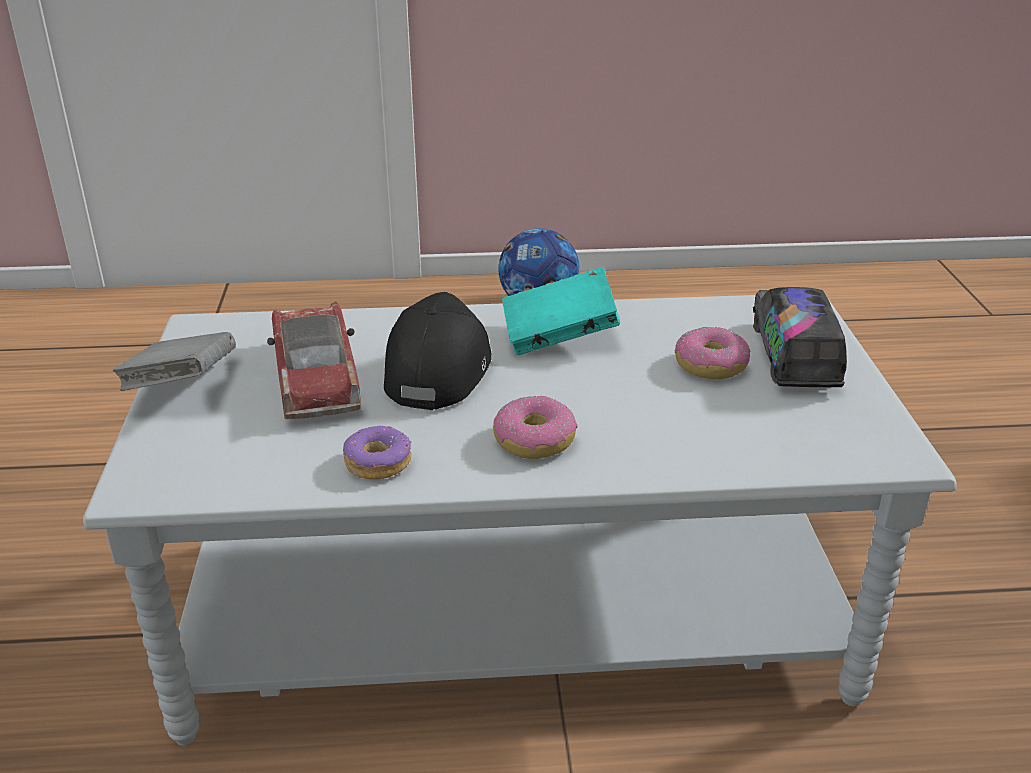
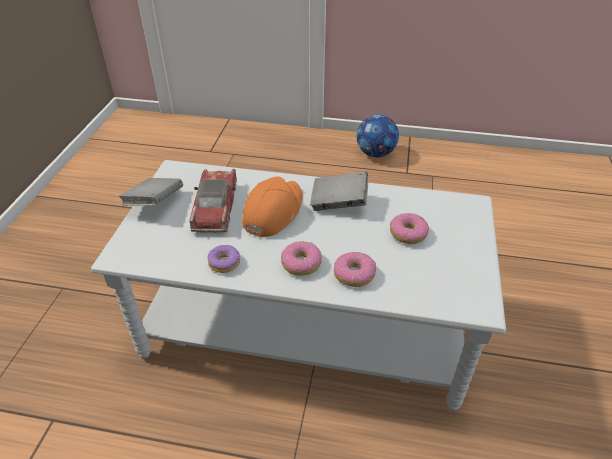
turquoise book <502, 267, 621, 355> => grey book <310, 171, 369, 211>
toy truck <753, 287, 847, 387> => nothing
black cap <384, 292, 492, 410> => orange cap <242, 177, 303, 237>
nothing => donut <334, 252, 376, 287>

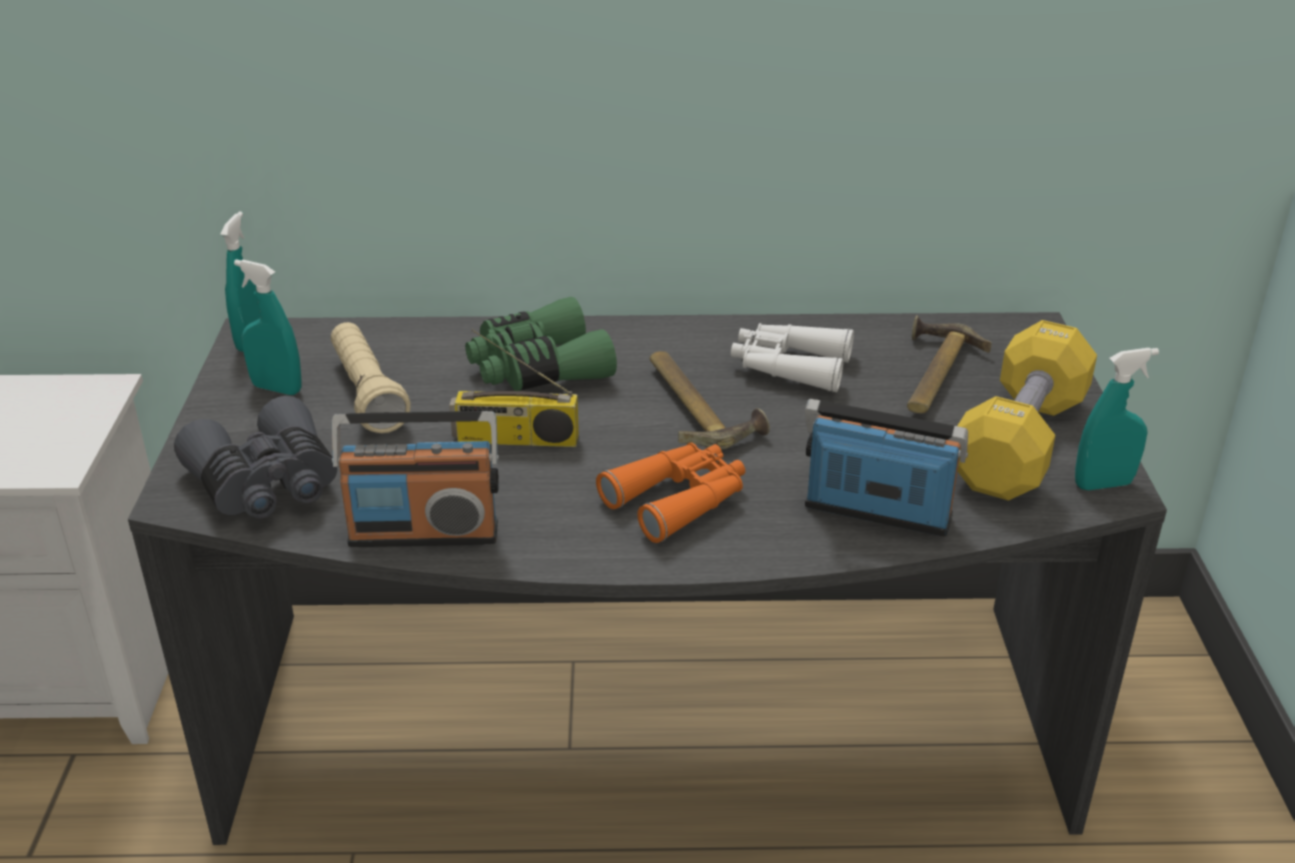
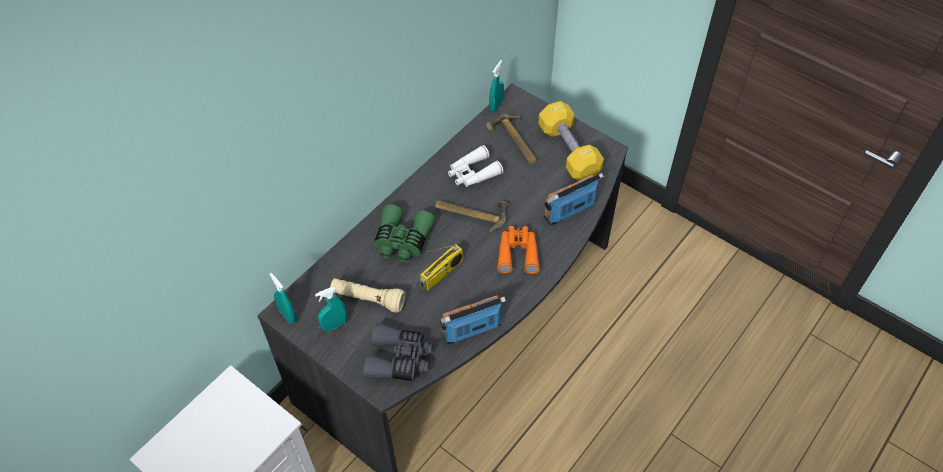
turquoise spray bottle <1075, 348, 1159, 490> => turquoise spray bottle <489, 60, 504, 112>, moved
radio <332, 411, 499, 547> => radio <440, 295, 506, 344>, 150 degrees counterclockwise

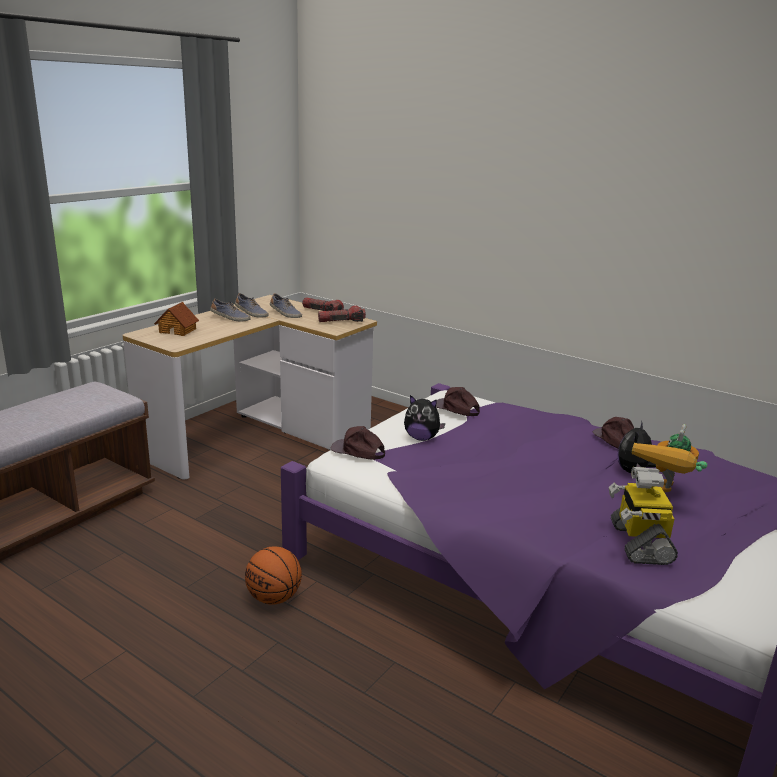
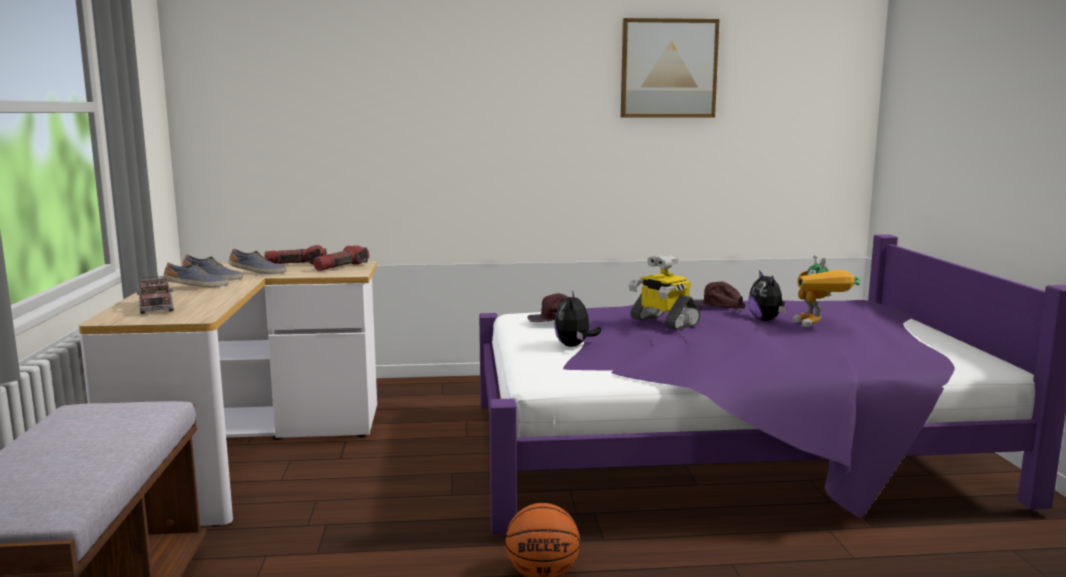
toy house <154, 302, 199, 336> => toy truck <137, 276, 174, 314>
plush toy <404, 395, 445, 441> => plush toy <554, 290, 601, 347>, 120 degrees clockwise
brown cap <330, 426, 385, 460> => nothing
toy robot <609, 467, 678, 565> => toy robot <629, 255, 700, 330>, moved
nothing => picture <621, 18, 720, 118>

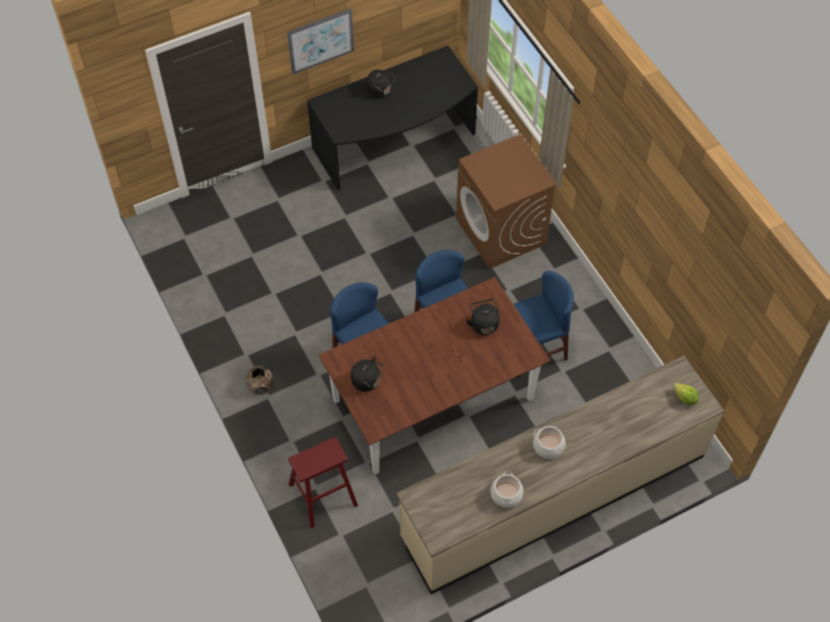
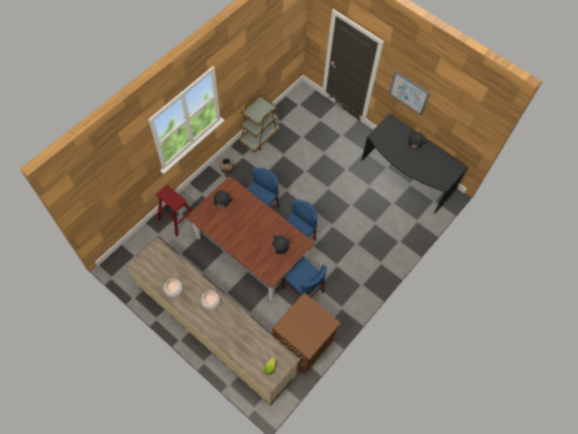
brown washing machine <456, 134, 557, 269> => brown washing machine <272, 293, 341, 375>, moved
nothing => brown cart <238, 94, 281, 152>

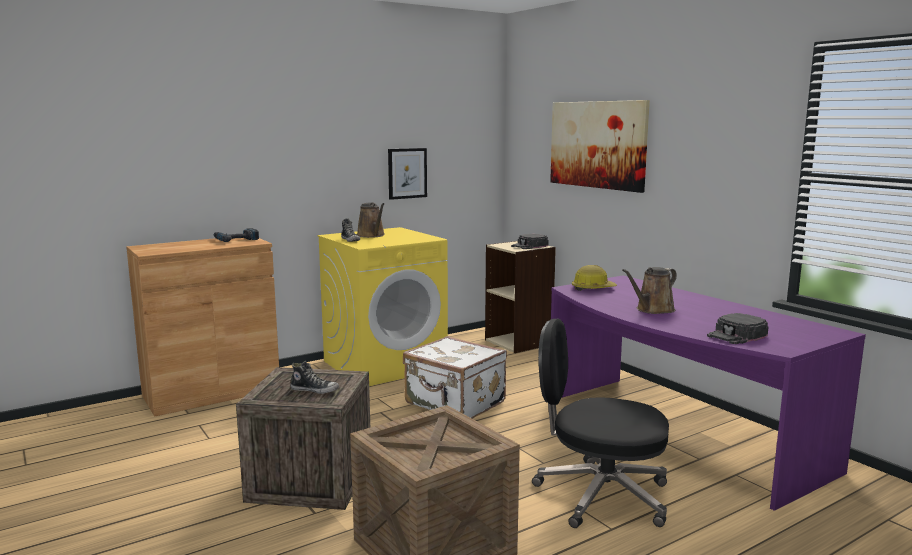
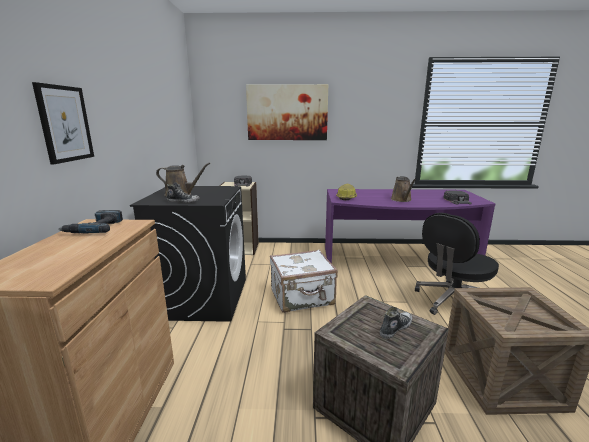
picture <388, 148, 427, 200> => picture <32, 82, 94, 164>, moved
yellow washing machine <317, 227, 448, 386> => black washing machine <130, 186, 246, 322>

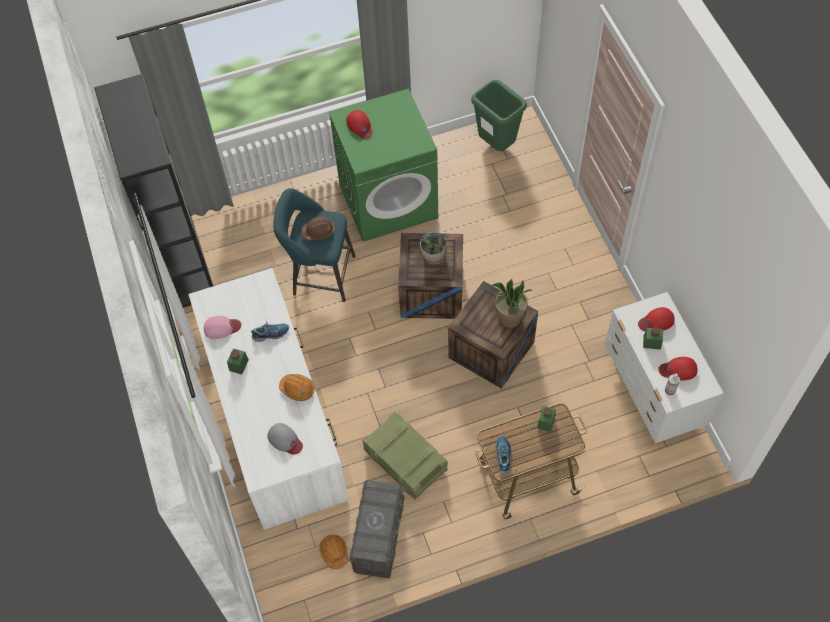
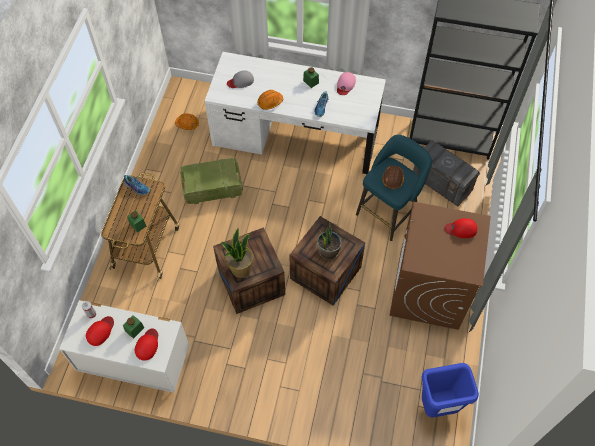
green trash can <471, 80, 527, 151> => blue trash can <422, 363, 479, 417>
green washing machine <329, 88, 438, 242> => brown washing machine <390, 202, 491, 330>
grey storage box <349, 480, 404, 578> => grey storage box <413, 140, 480, 207>, moved

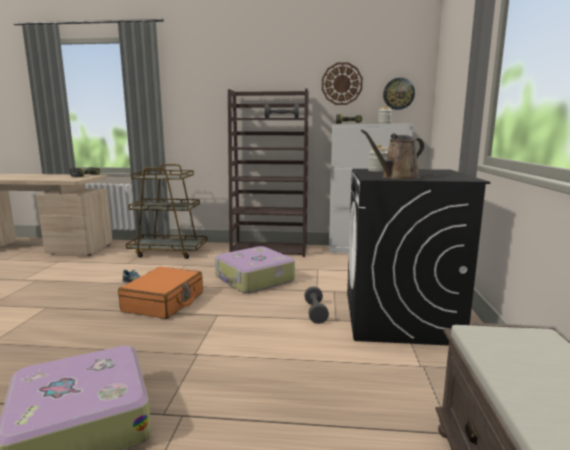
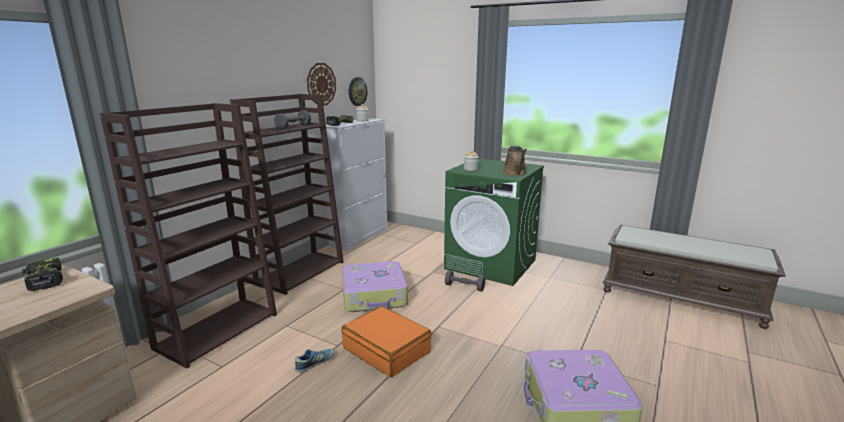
brown cart <126, 164, 208, 259> => brown bookcase <100, 103, 277, 368>
black washing machine <347, 169, 490, 346> => green washing machine <444, 158, 544, 286>

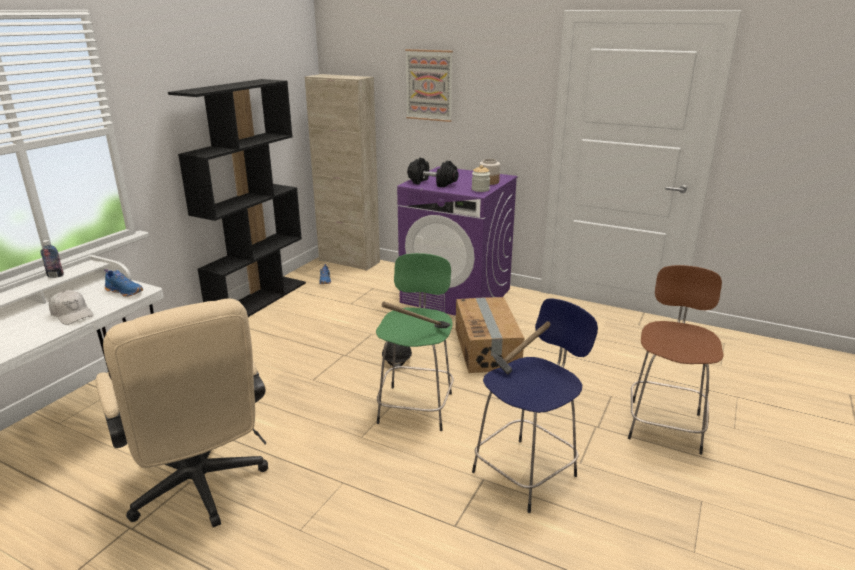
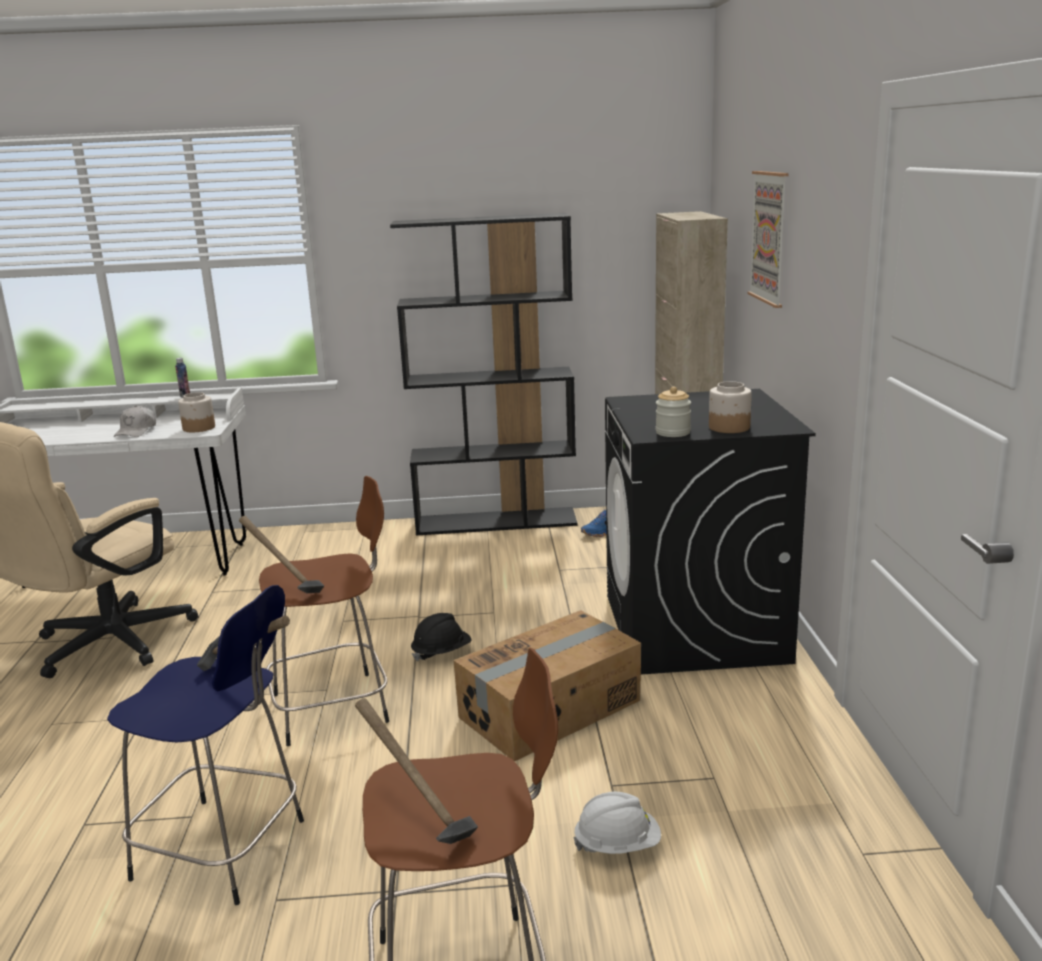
black dumbbell <407, 158, 459, 187> => nothing
purple washing machine <397, 167, 518, 316> => black washing machine <605, 389, 816, 675>
green stool <376, 253, 454, 431> => brown stool <259, 476, 389, 746>
blue shoe <104, 269, 143, 297> => jar <178, 392, 215, 432>
nothing => hammer <355, 698, 478, 844>
nothing => white hard hat <574, 792, 661, 854>

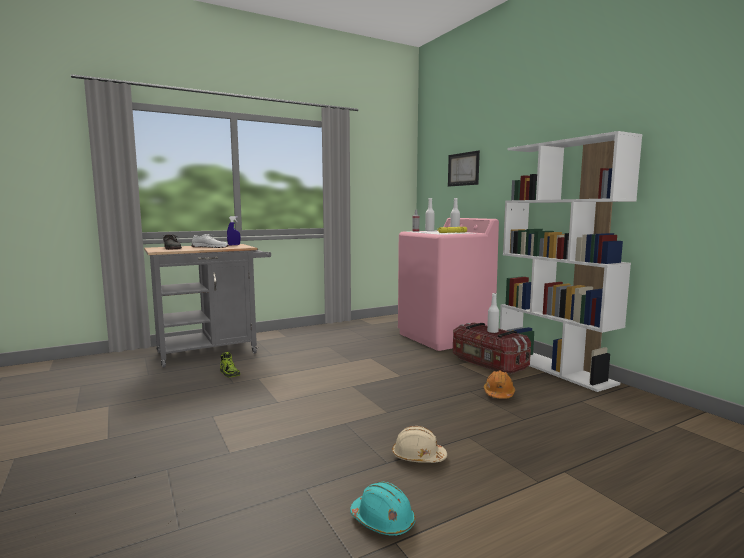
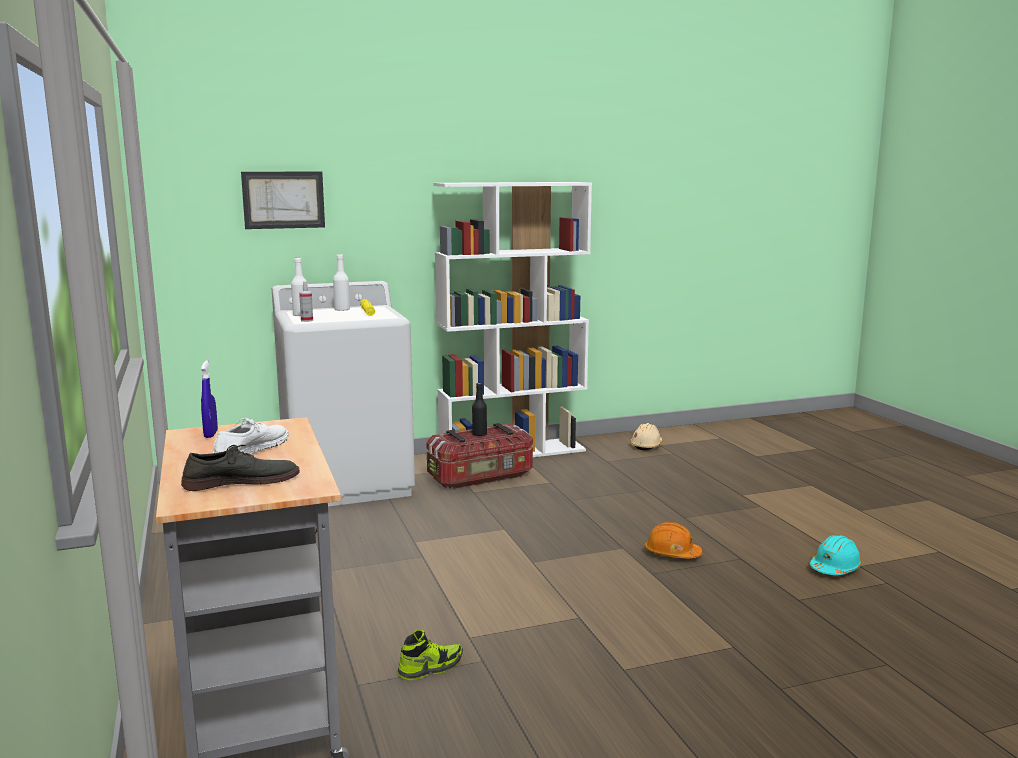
pink washing machine <398, 218, 499, 351> => white washing machine <272, 281, 415, 506>
white bottle <487, 293, 499, 333> => black bottle <472, 383, 487, 436>
orange hard hat <484, 370, 515, 399> => orange hard hat <645, 522, 703, 558>, moved
beige hard hat <392, 426, 447, 463> => beige hard hat <630, 423, 662, 451>, moved

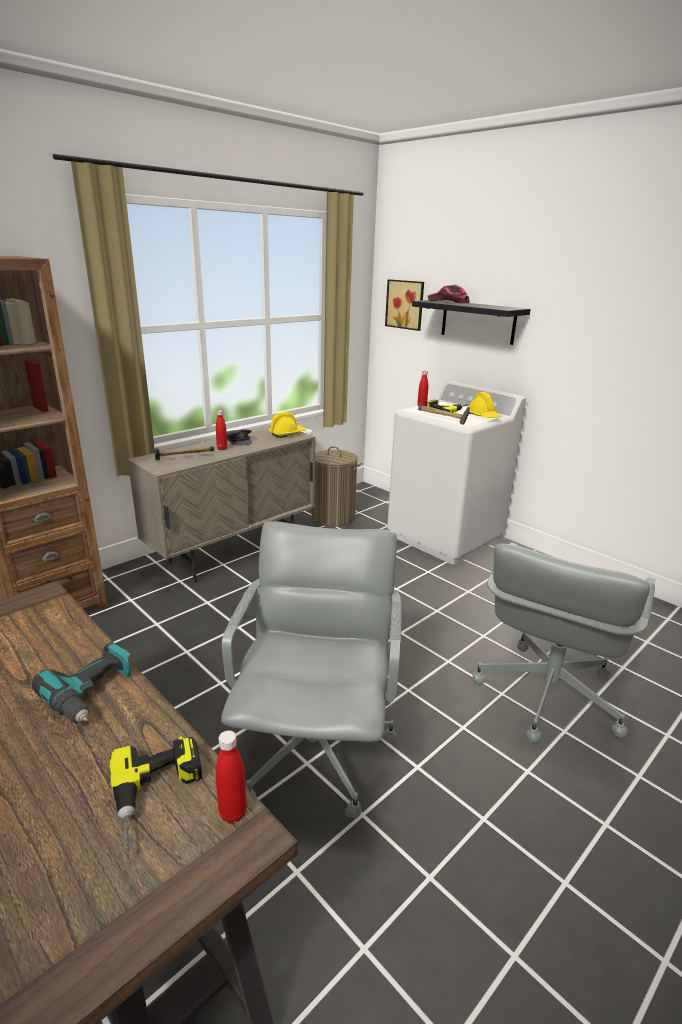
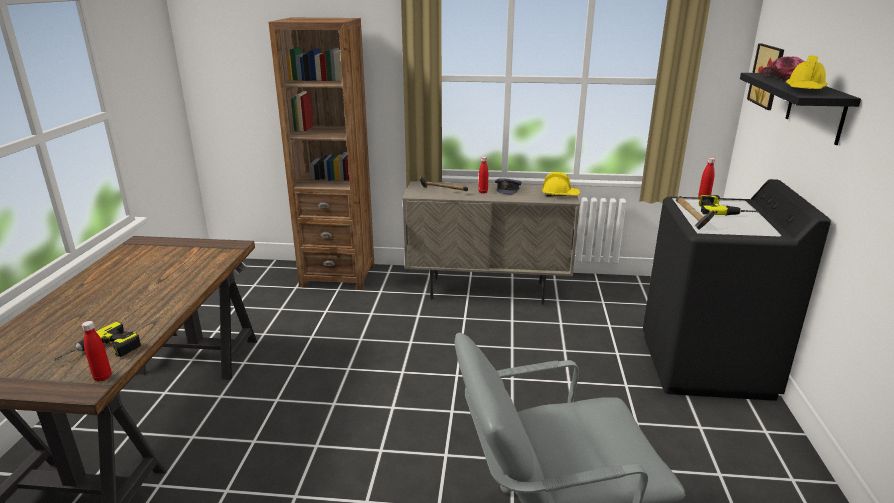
white washing machine <387, 381, 526, 564> => black washing machine <643, 179, 831, 401>
yellow hard hat <469, 392, 502, 418> => yellow hard hat <786, 56, 828, 89>, moved
laundry basket <312, 446, 362, 527> => nothing
grey office chair <221, 521, 402, 818> => nothing
power drill <32, 642, 133, 723> => nothing

